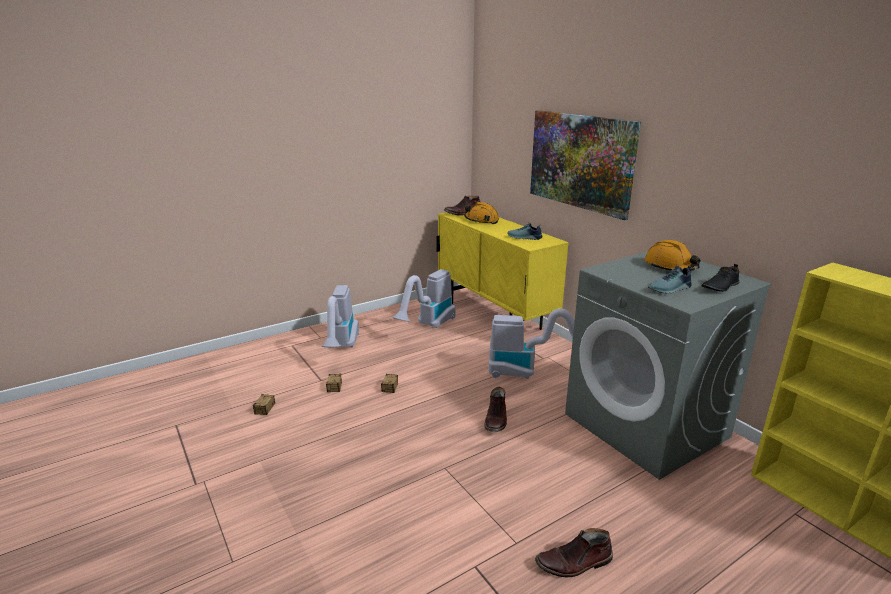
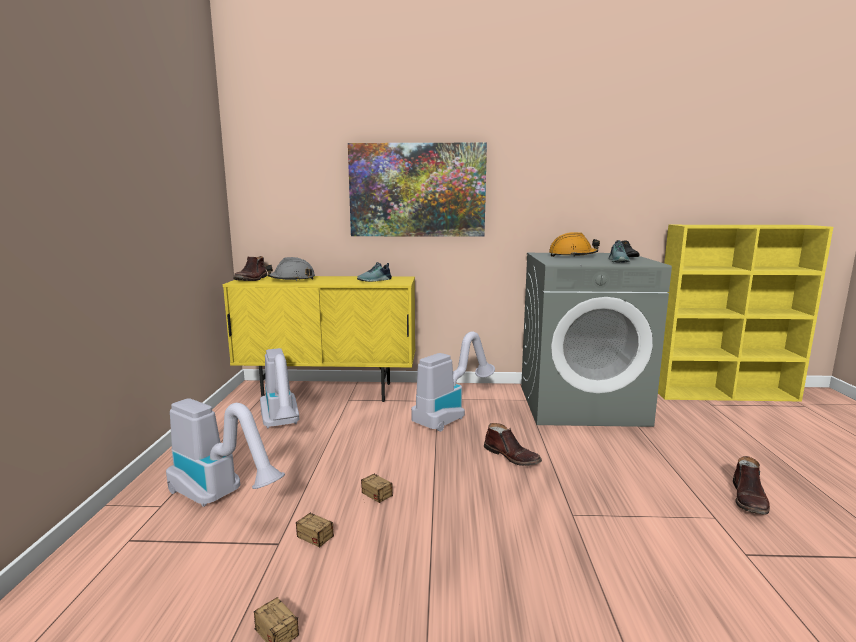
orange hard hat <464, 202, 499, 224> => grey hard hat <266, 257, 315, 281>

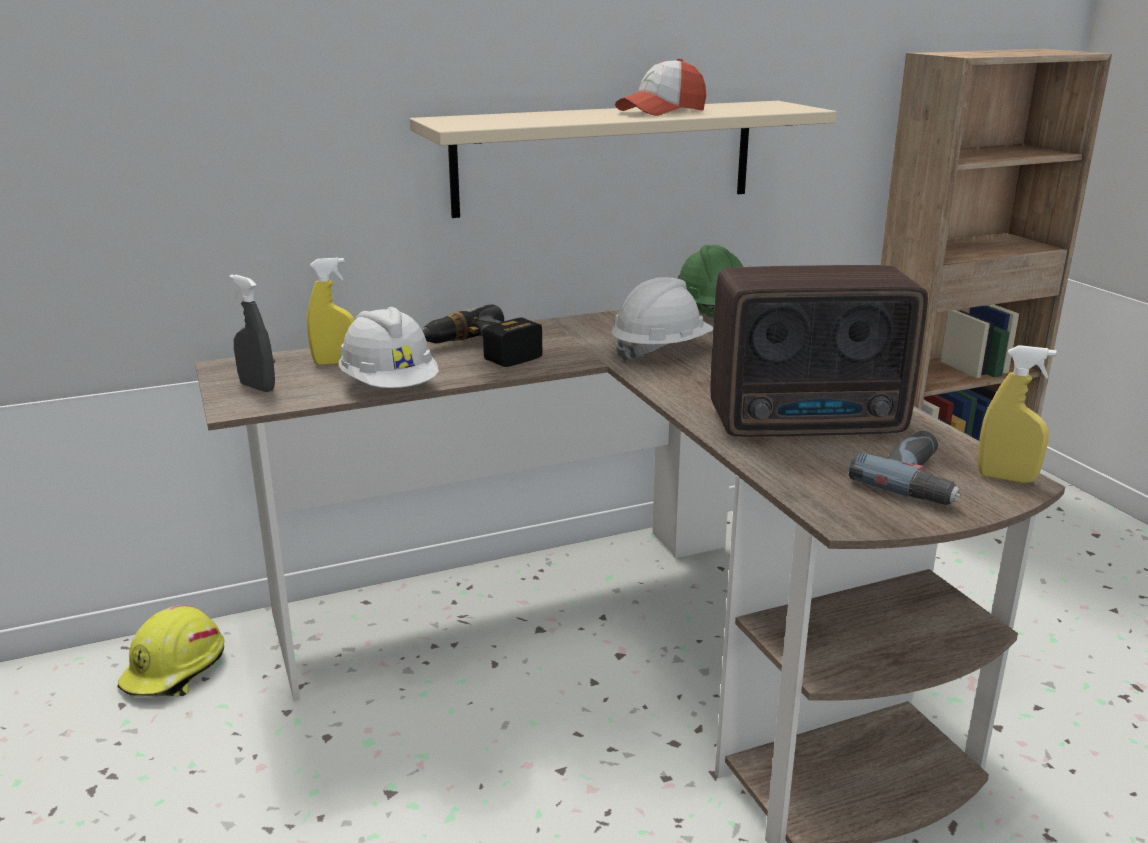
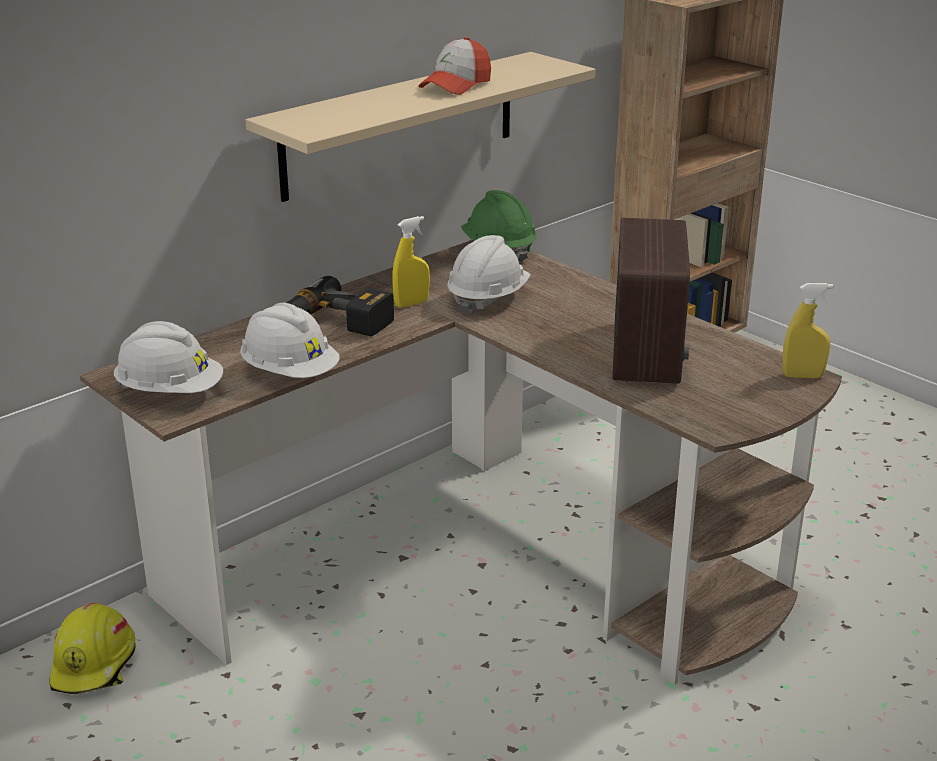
yellow spray bottle <307, 257, 355, 365> => yellow spray bottle <392, 216, 430, 308>, moved
radio <710, 265, 928, 437> => radio <612, 218, 690, 384>, 60 degrees counterclockwise
grey spray bottle <229, 275, 275, 392> => white hard hat <114, 321, 223, 393>
power drill <849, 431, 962, 505> => nothing

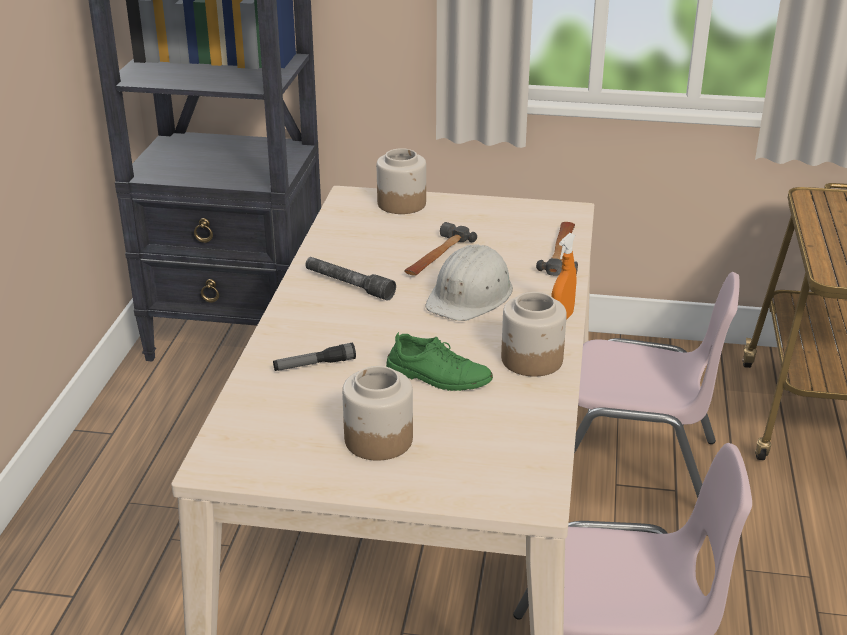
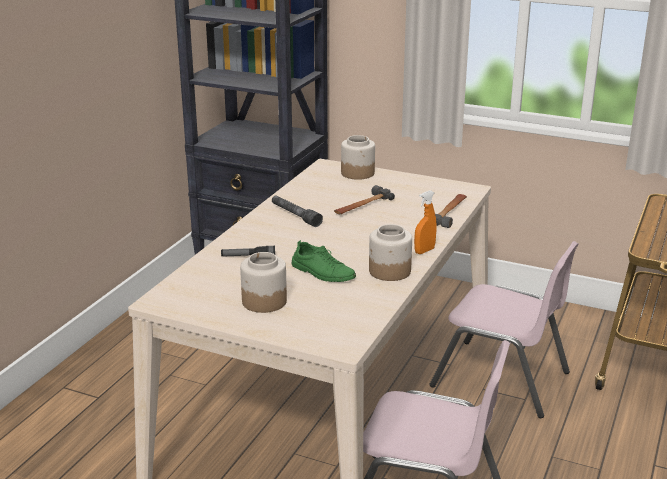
white hard hat <425, 244, 513, 321> => nothing

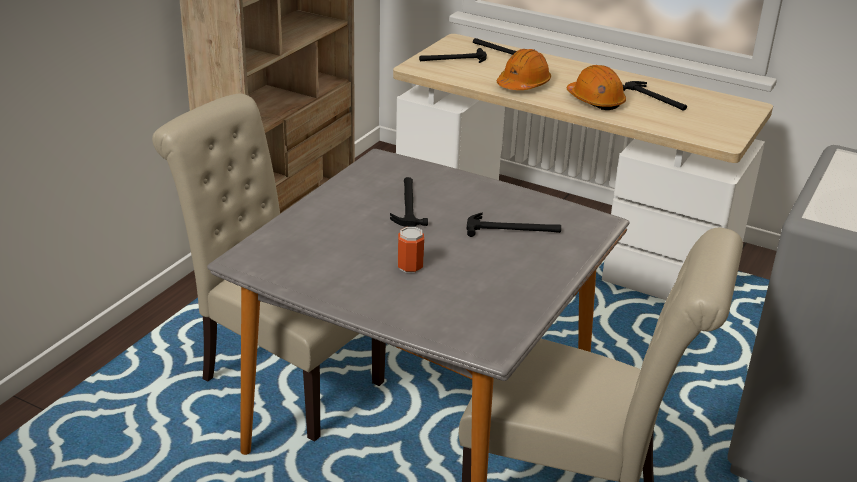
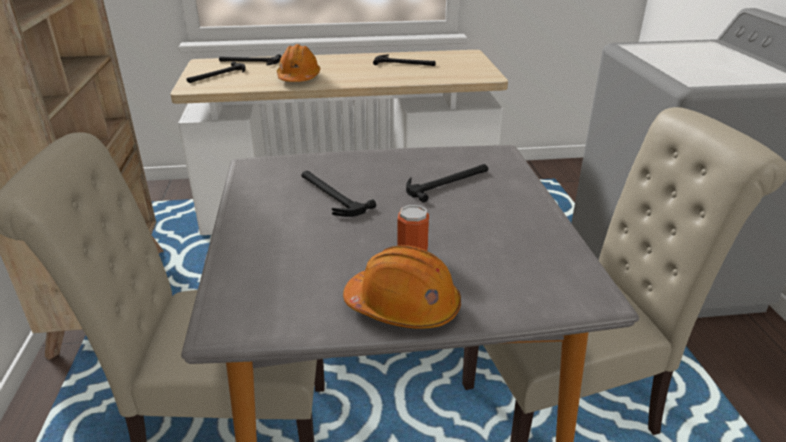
orange hard hat <567, 65, 626, 110> => orange hard hat <343, 245, 461, 329>, moved

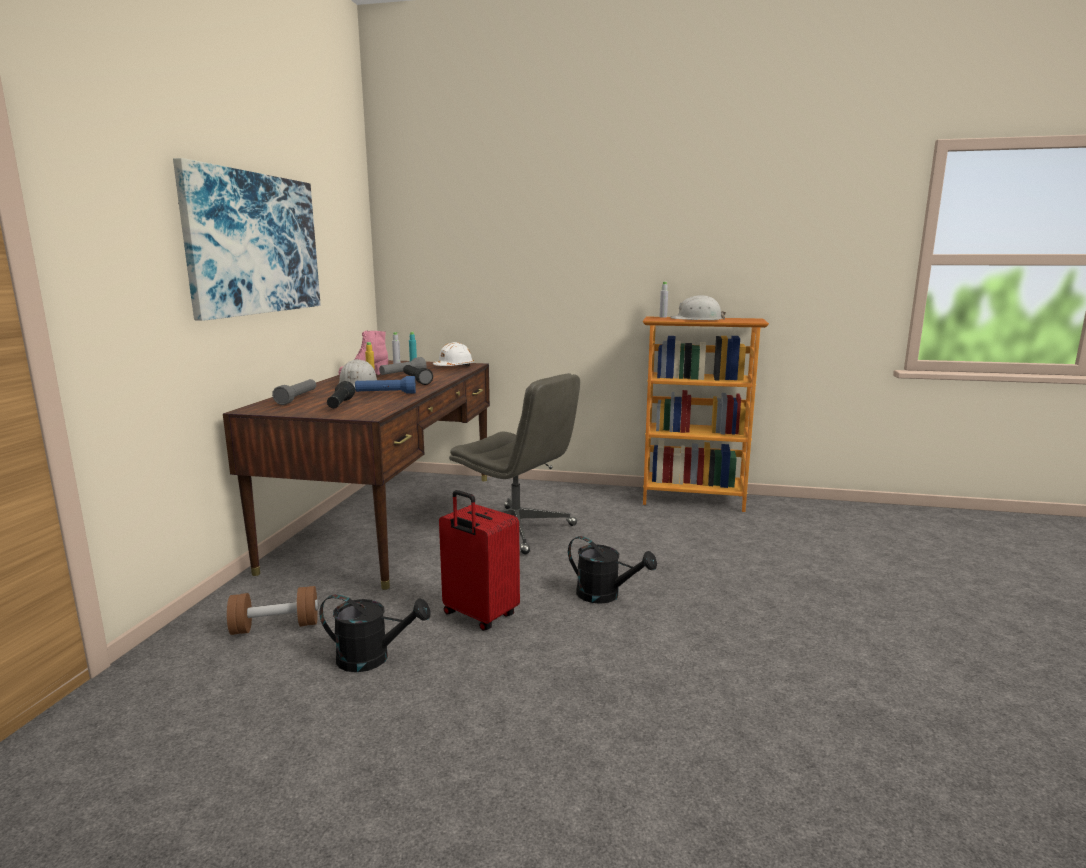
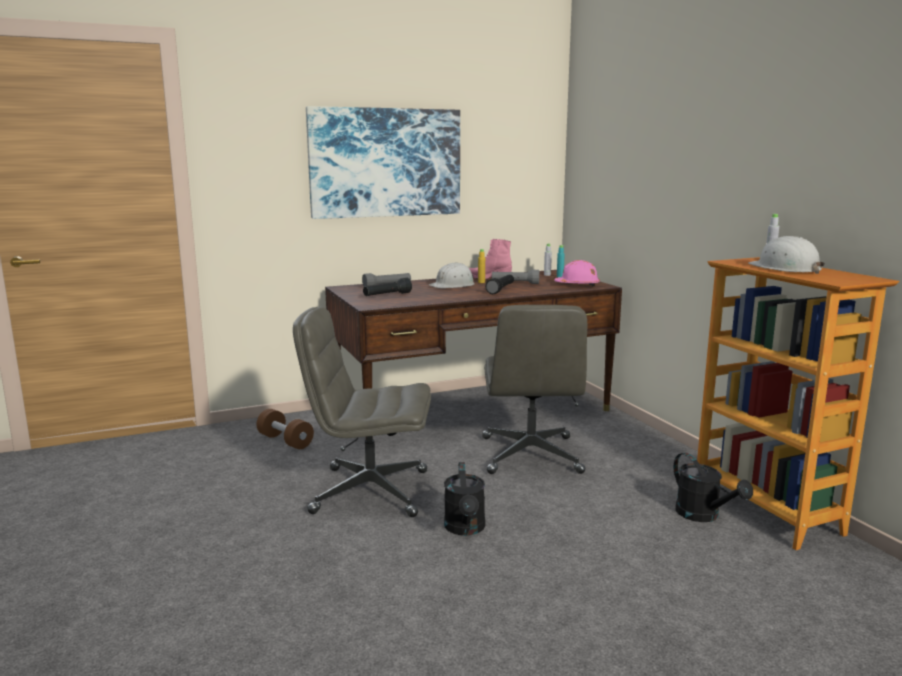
white hard hat <433, 342, 474, 366> => pink hard hat <554, 260, 600, 287>
blue flashlight <355, 376, 416, 394> => nothing
red suitcase <439, 490, 520, 631> => grey office chair <293, 307, 431, 517>
black watering can <319, 594, 431, 672> => black watering can <674, 453, 753, 522>, moved

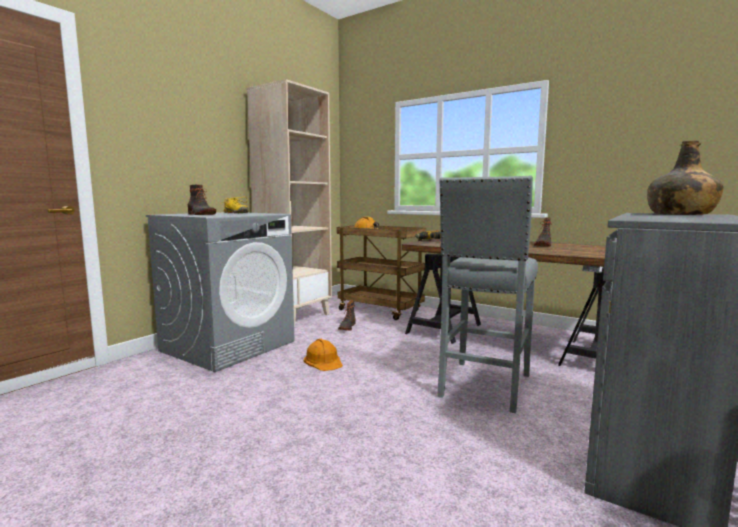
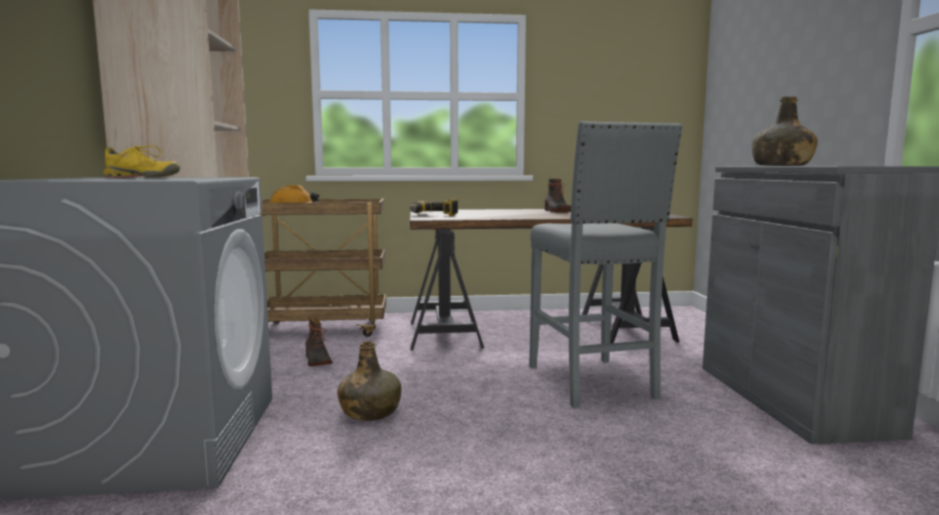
boot <188, 185, 216, 215> => nothing
orange hard hat <304, 339, 343, 371> => green bottle <337, 341, 401, 421>

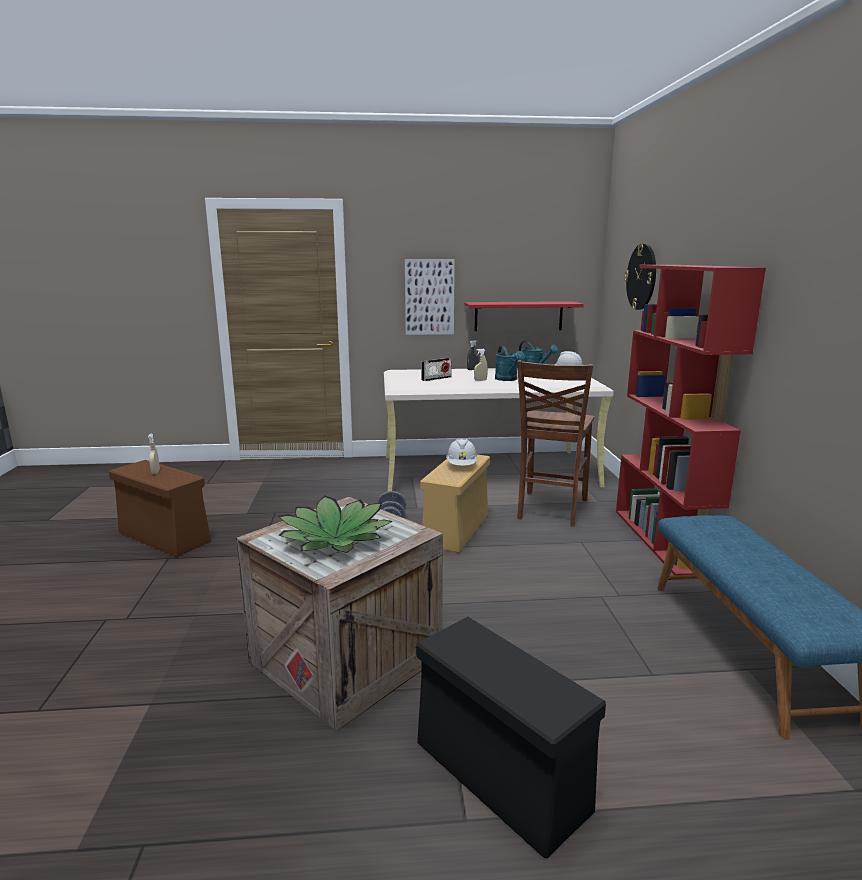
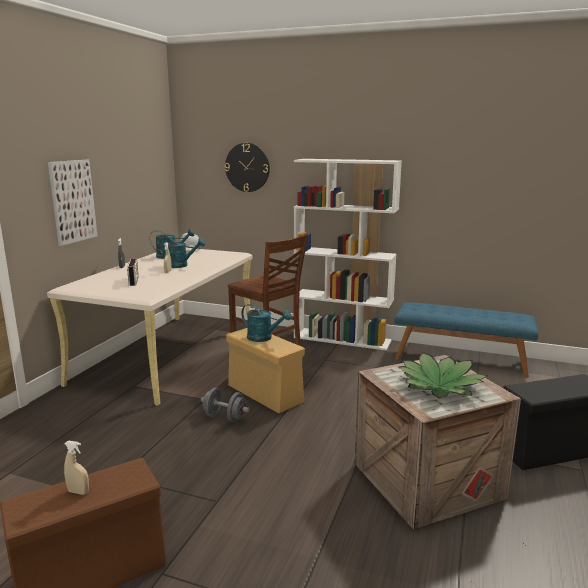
red bookcase <616, 265, 766, 575> => white bookcase <294, 159, 402, 351>
red shelf <464, 301, 584, 331> => nothing
white hard hat <446, 439, 478, 466> => turquoise watering can <241, 304, 292, 342>

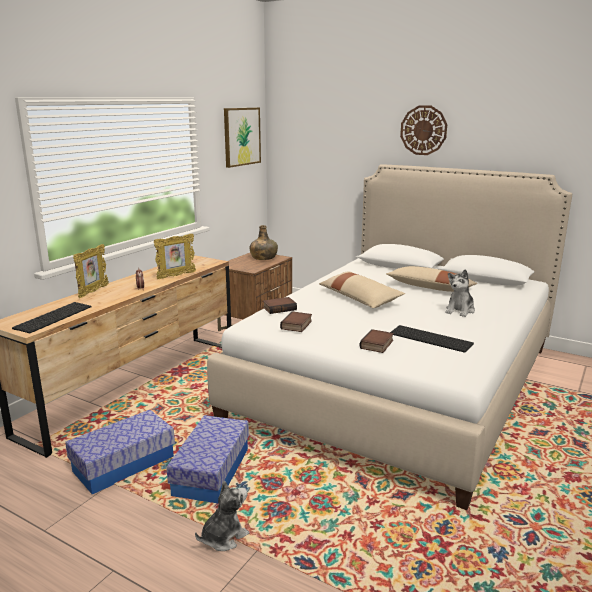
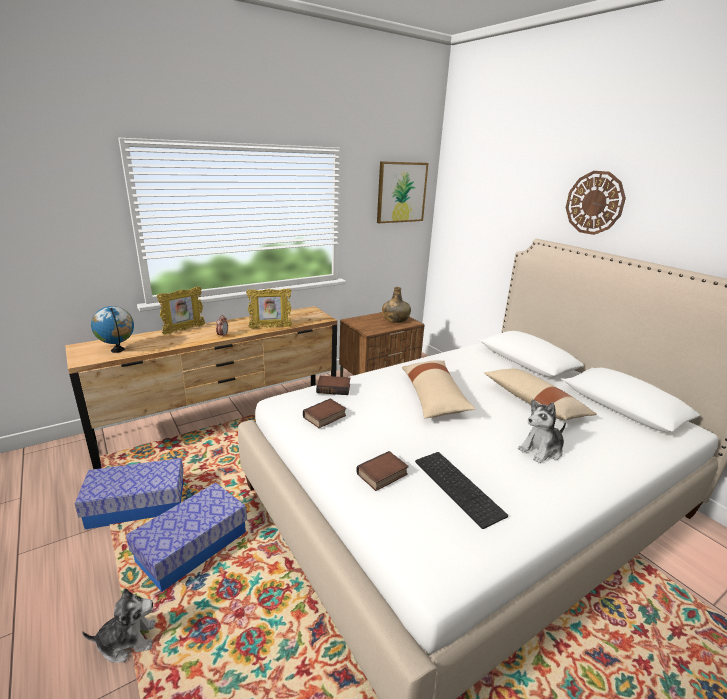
keyboard <12, 302, 91, 333> => globe <91, 306, 134, 353>

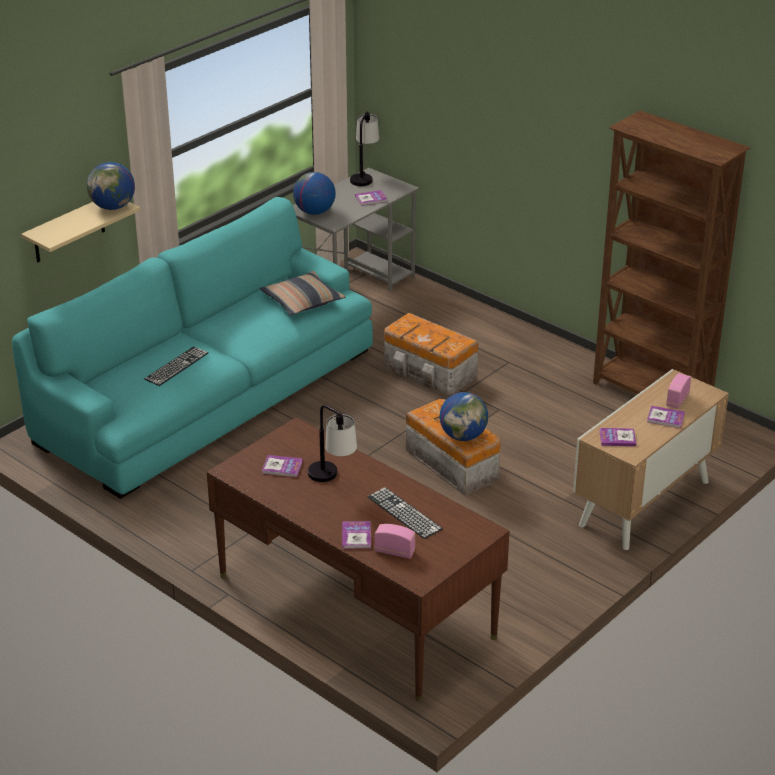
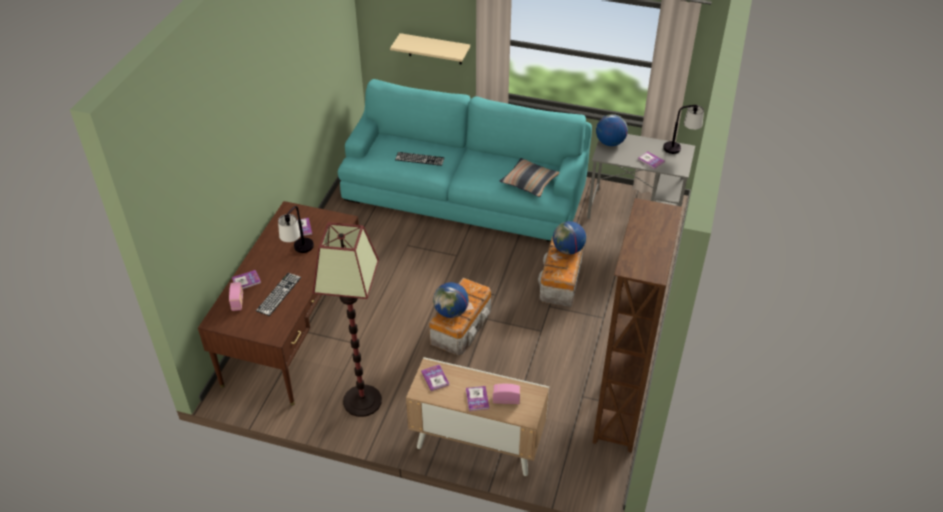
globe <87, 162, 135, 210> => globe <553, 221, 586, 255>, moved
nothing => floor lamp <313, 222, 382, 417>

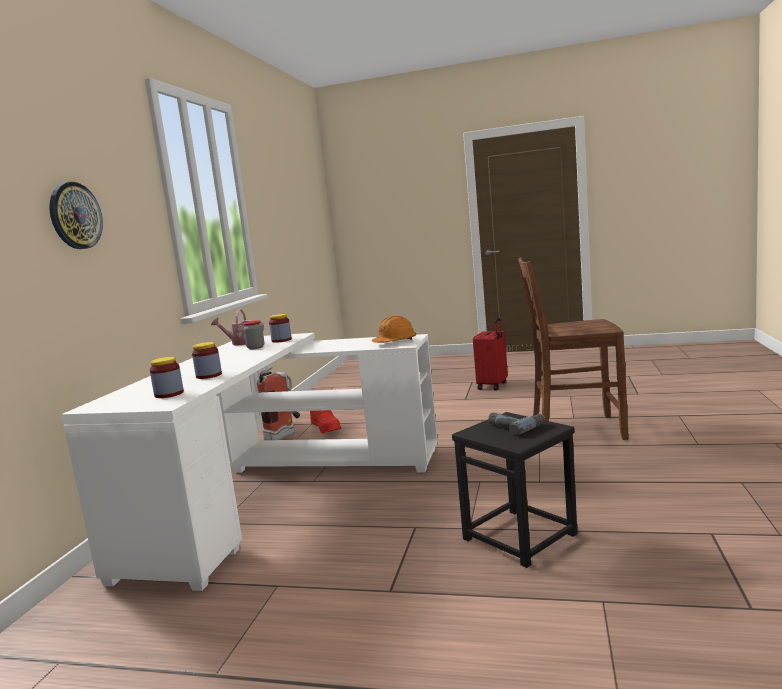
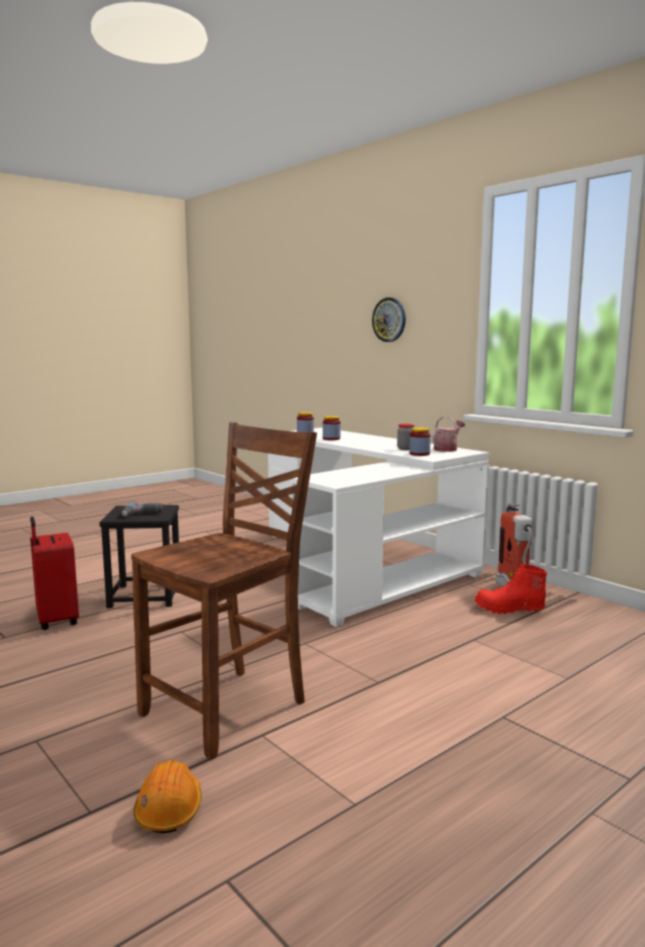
orange hard hat <372, 316, 417, 343> => orange hard hat <133, 760, 202, 833>, moved
red suitcase <473, 318, 508, 390> => red suitcase <30, 517, 79, 630>, moved

